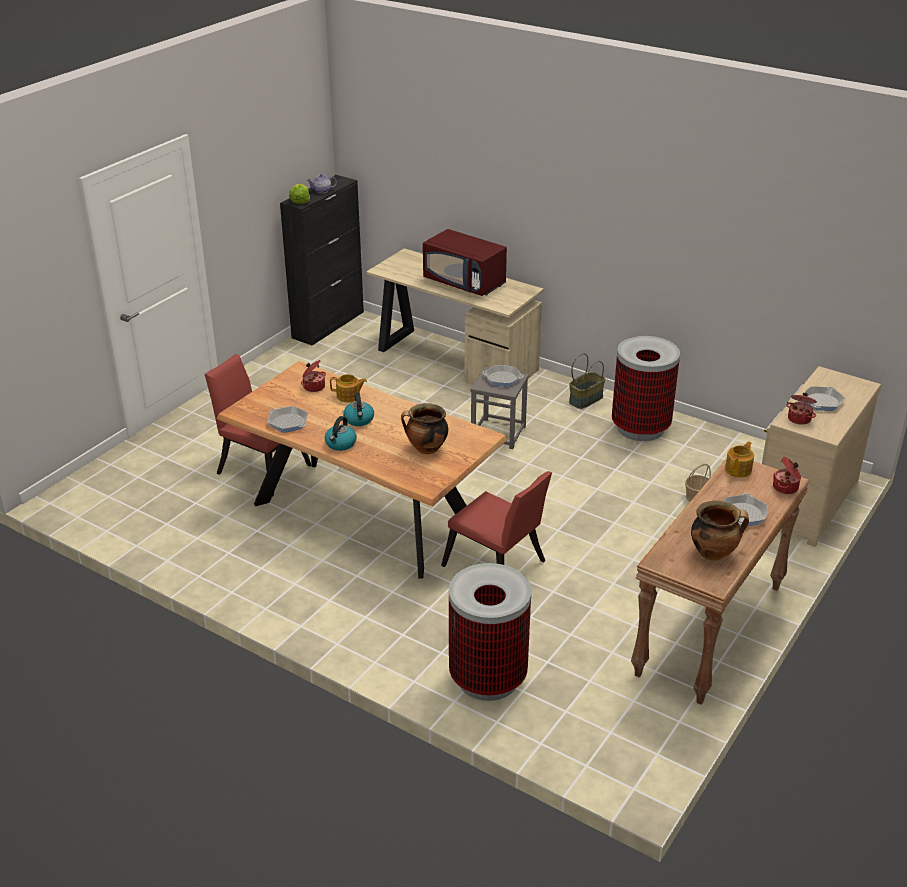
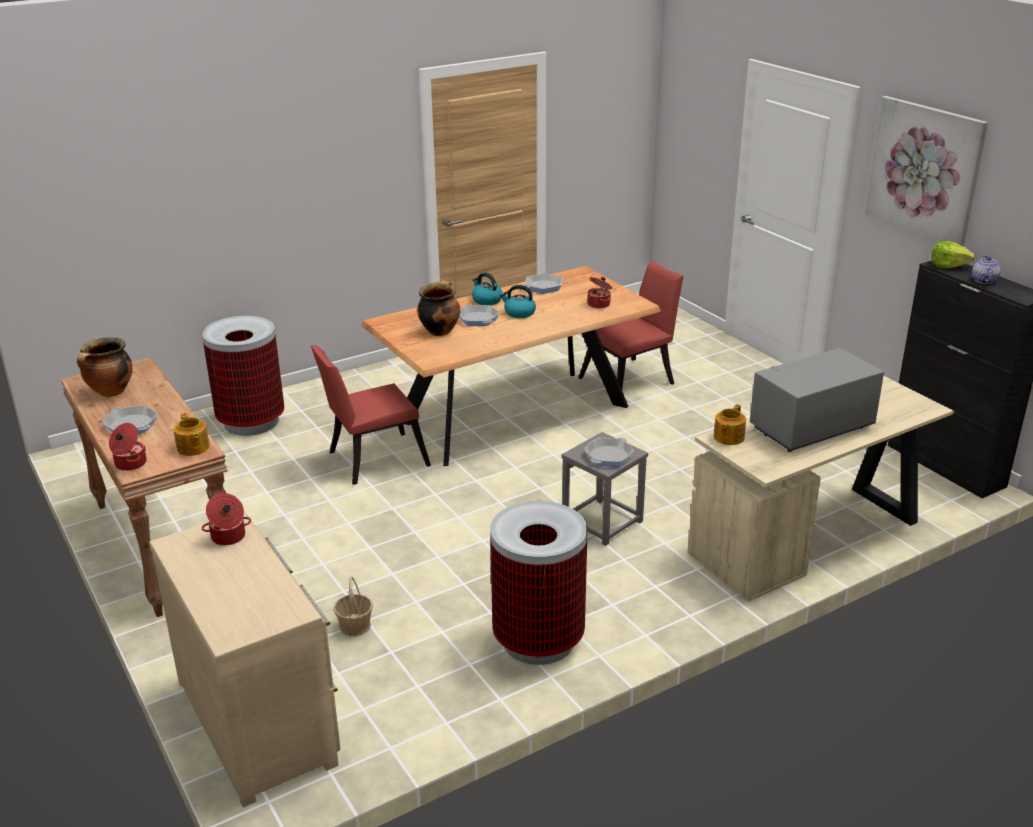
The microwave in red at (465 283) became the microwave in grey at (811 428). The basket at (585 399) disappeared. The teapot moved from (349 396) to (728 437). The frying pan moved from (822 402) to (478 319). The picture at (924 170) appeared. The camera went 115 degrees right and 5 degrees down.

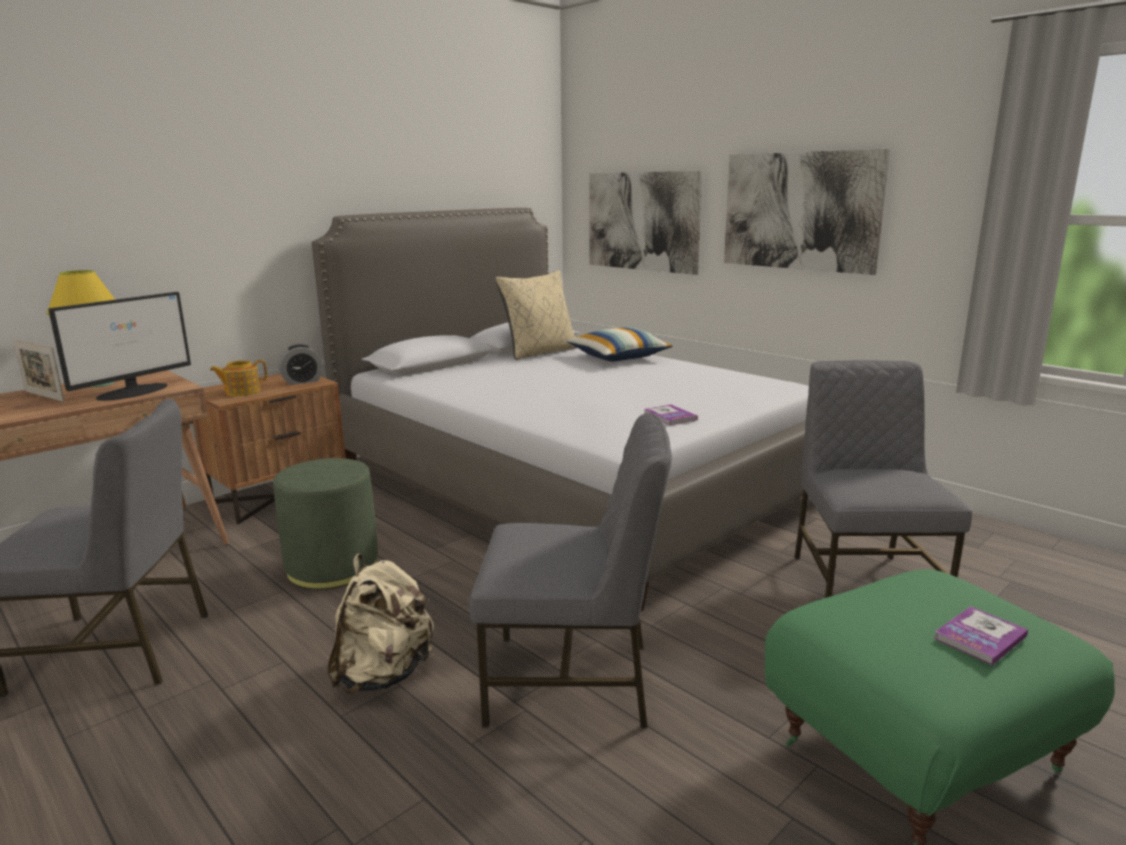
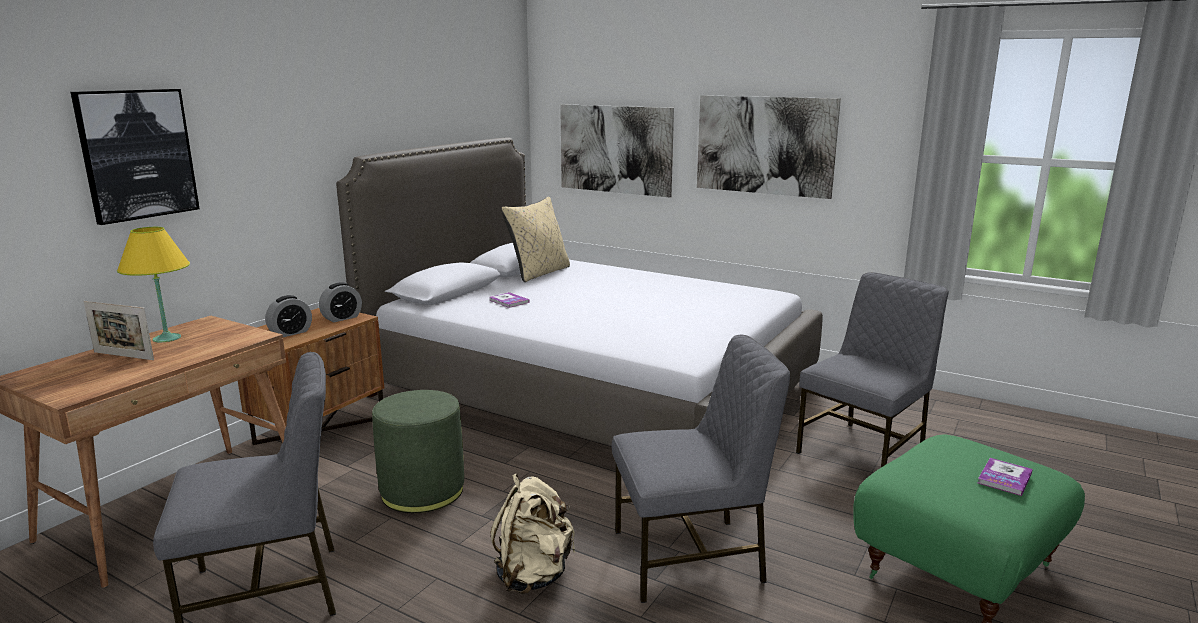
The monitor at (134 391) disappeared. The pillow at (618 357) disappeared. The teapot at (241 391) was replaced by the alarm clock at (290 333). The chair in grey at (862 584) turned 60 degrees clockwise. The book moved from (670 416) to (509 301). The picture at (137 154) appeared. The camera went 15 degrees left and 0 degrees up.

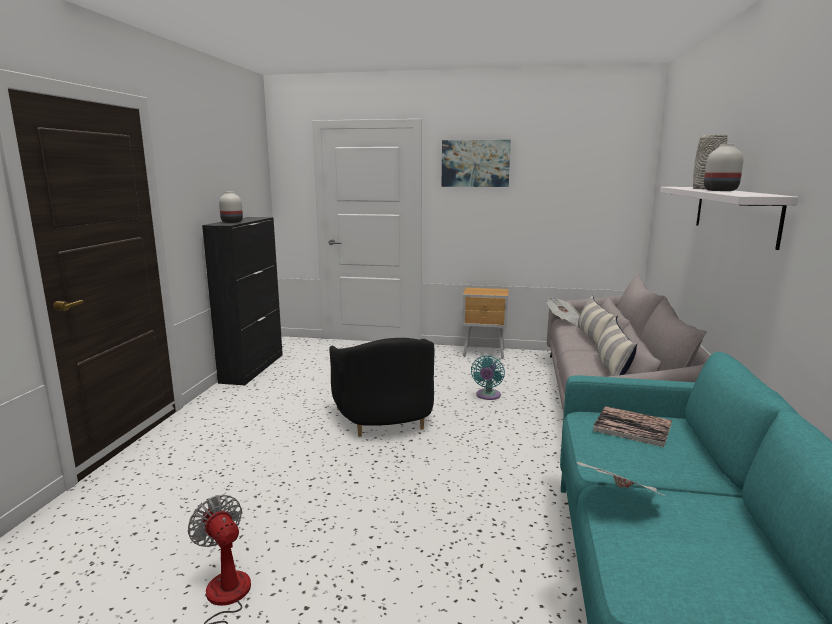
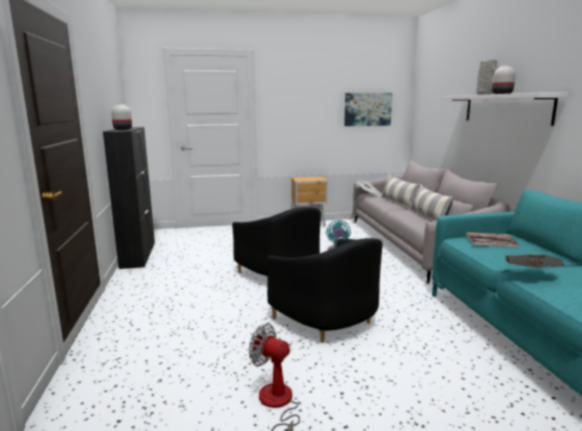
The picture moved from (475 163) to (367 109). The armchair in black at (328 320) appeared. The camera went 20 degrees left and 0 degrees up.

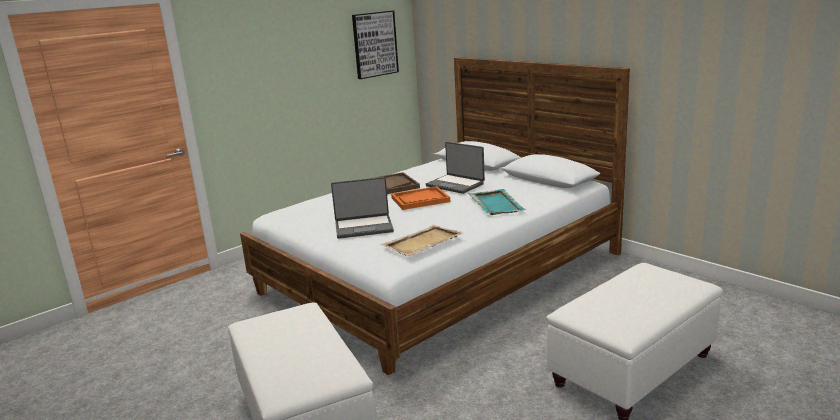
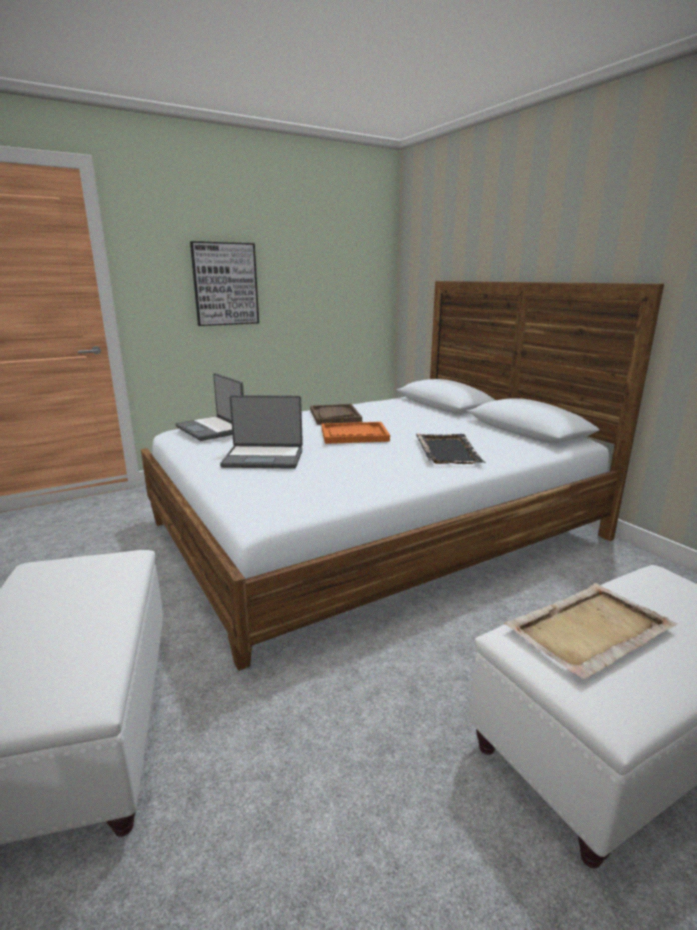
The picture moved from (374 44) to (225 284). The laptop moved from (456 184) to (211 429). The tray in turquoise at (496 204) became the tray in black at (447 451). The tray in beige moved from (421 243) to (588 631). The camera went 10 degrees right and 0 degrees up.

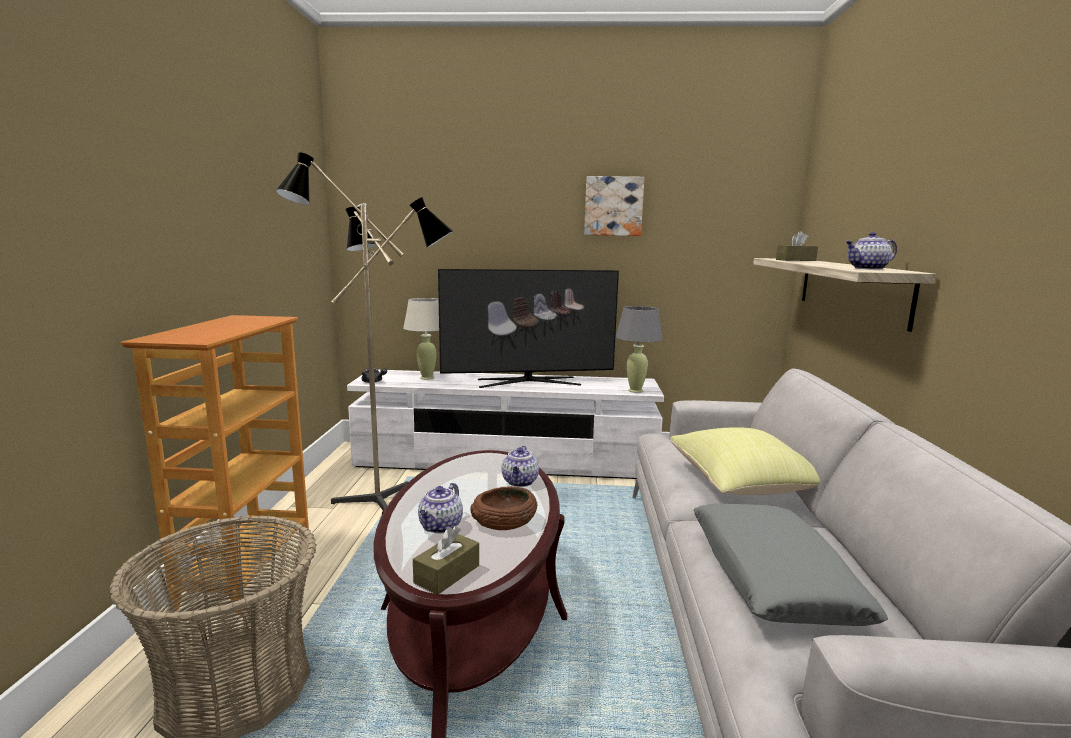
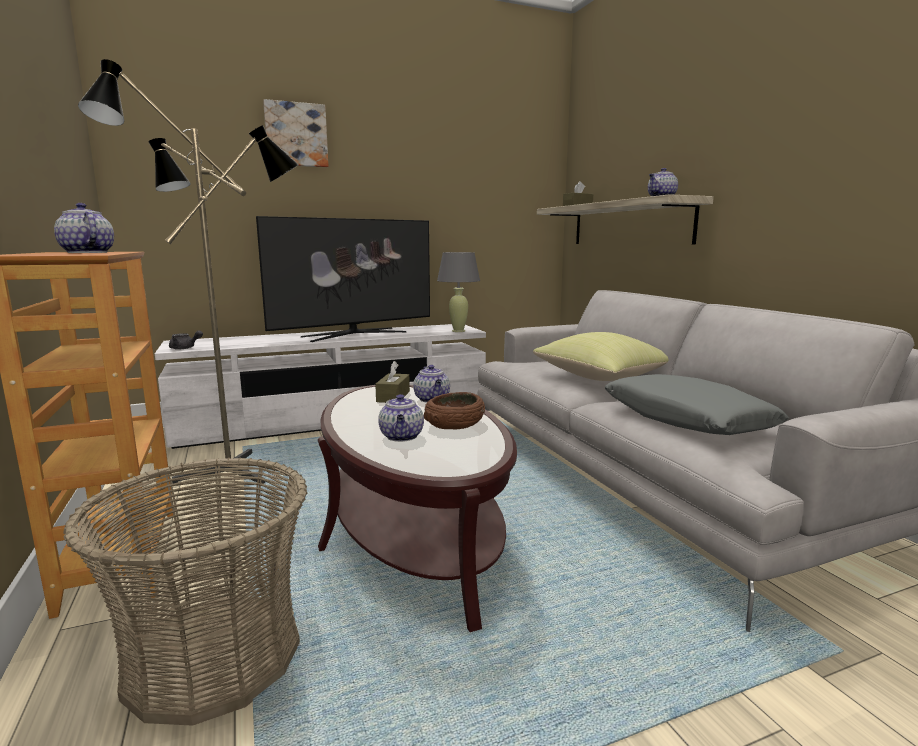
The picture moved from (613 206) to (296 135). The table lamp in beige at (427 378) disappeared. The tissue box in brown moved from (447 574) to (393 396). The teapot at (86 253) appeared. The camera went 25 degrees left and 0 degrees up.

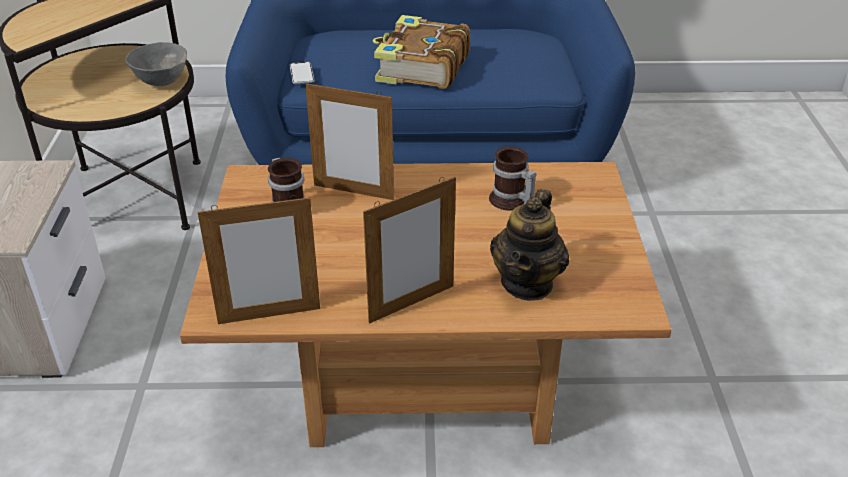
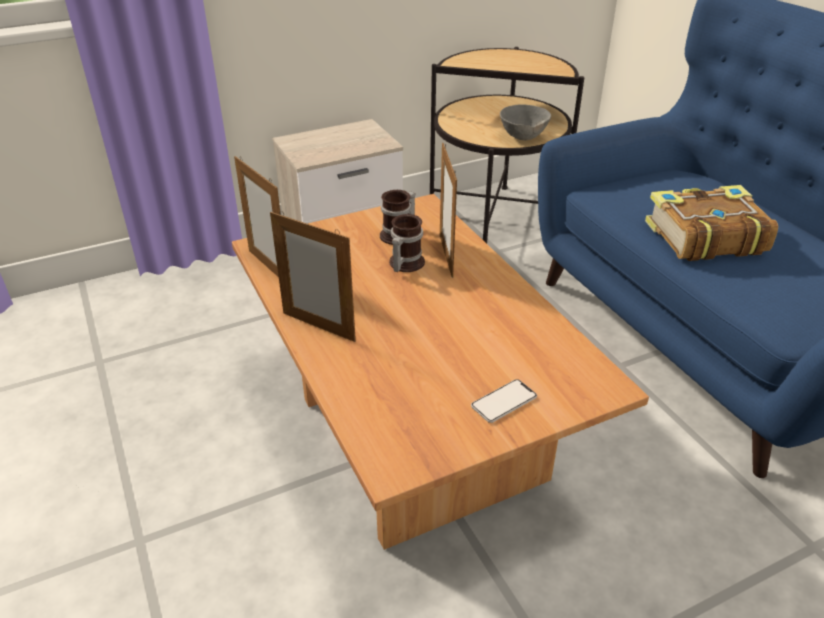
The phone moved from (301 74) to (504 402). The mug moved from (510 202) to (403 264). The teapot at (527 283) disappeared. The camera went 65 degrees right and 0 degrees up.

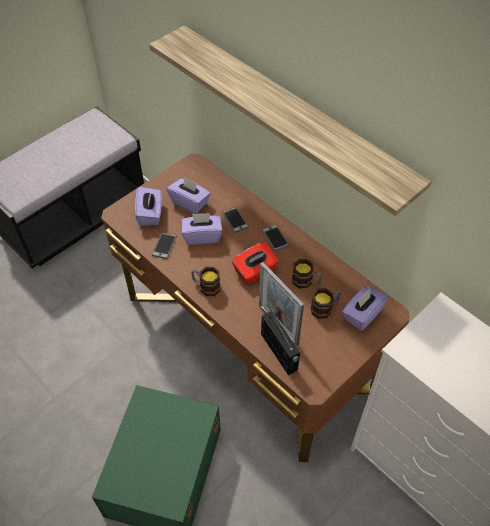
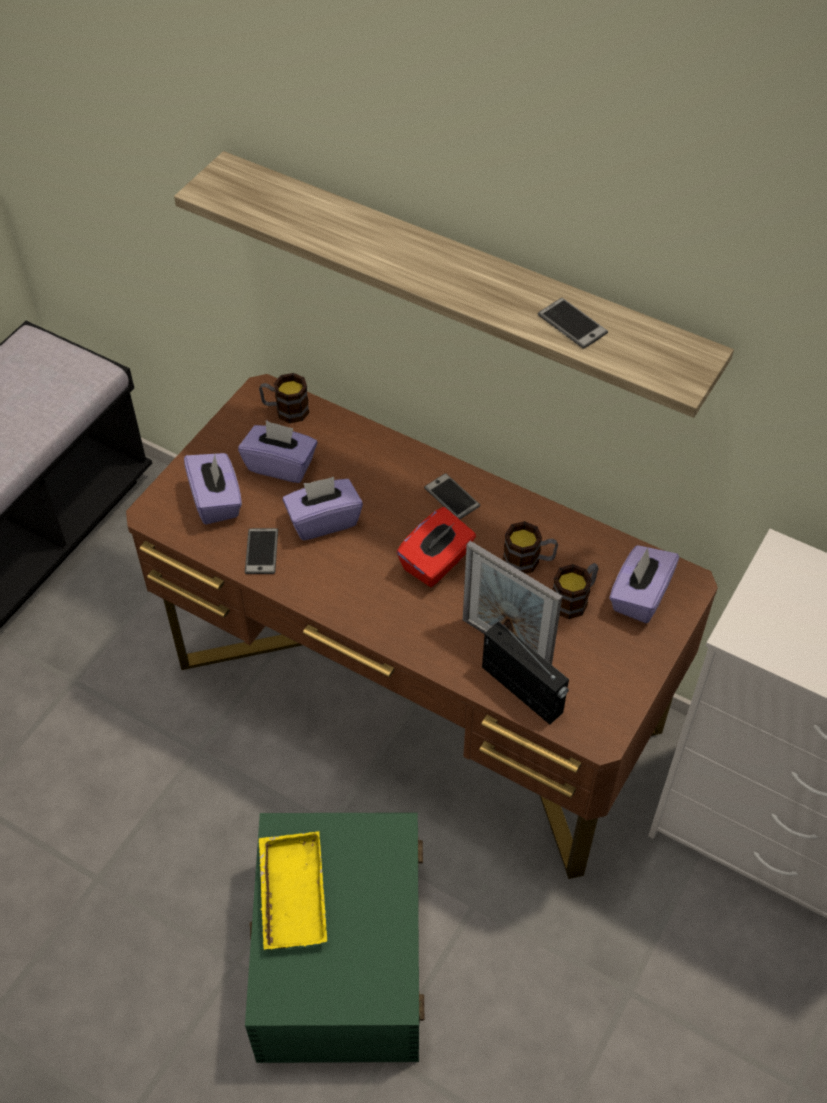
The phone moved from (235 220) to (572 324). The mug moved from (206 286) to (285 410). The tray in yellow at (289 894) appeared. The camera went 15 degrees left and 0 degrees up.

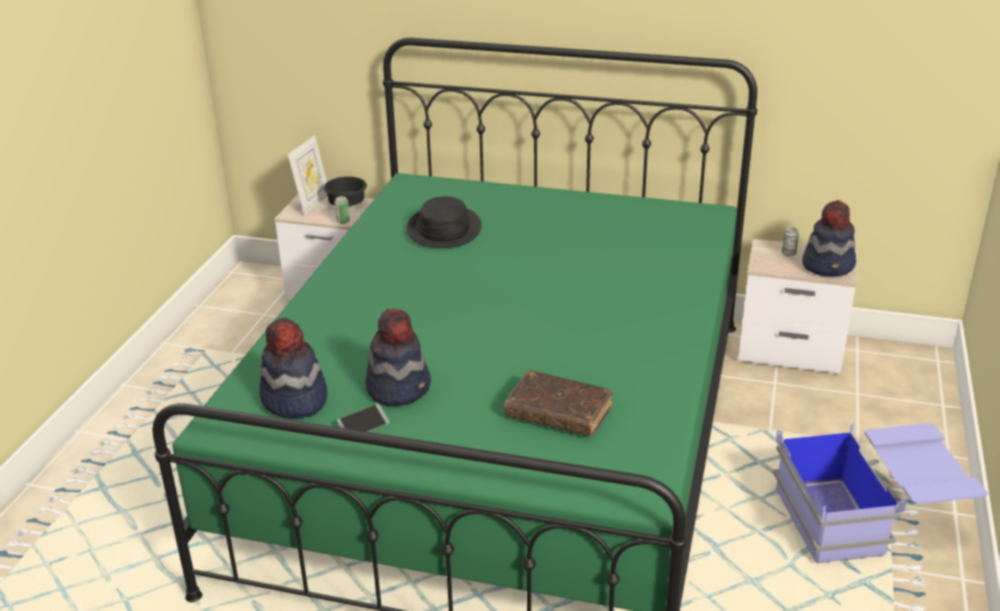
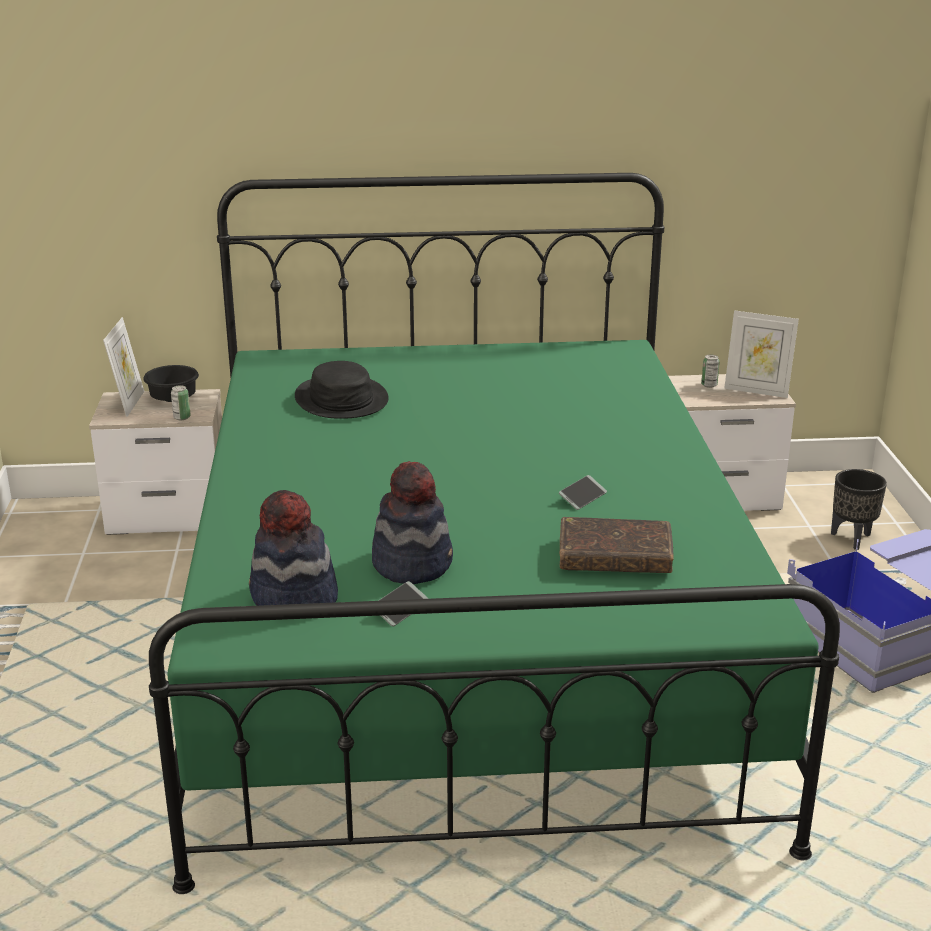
The hat at (828 265) was replaced by the picture frame at (757 390). The planter in black at (851 538) appeared. The phone at (582 497) appeared. The camera went 20 degrees left and 5 degrees down.

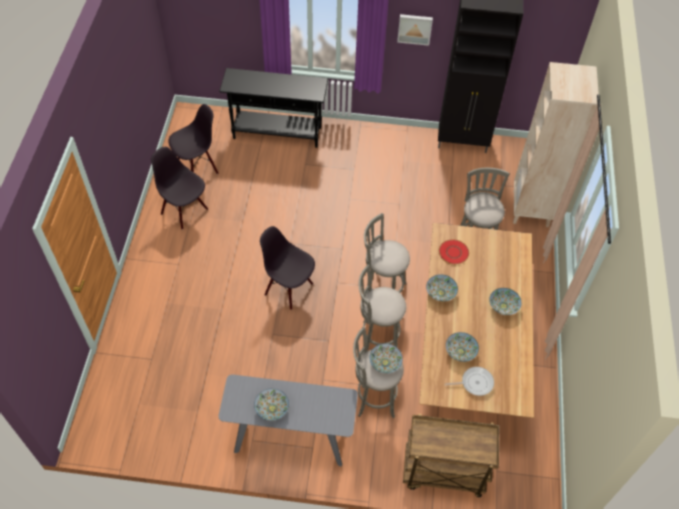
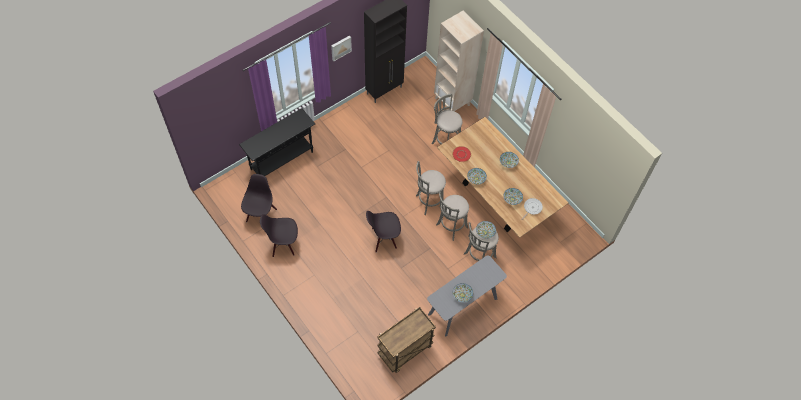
The cart in brown moved from (442 473) to (405 351). The camera went 45 degrees left and 5 degrees up.

